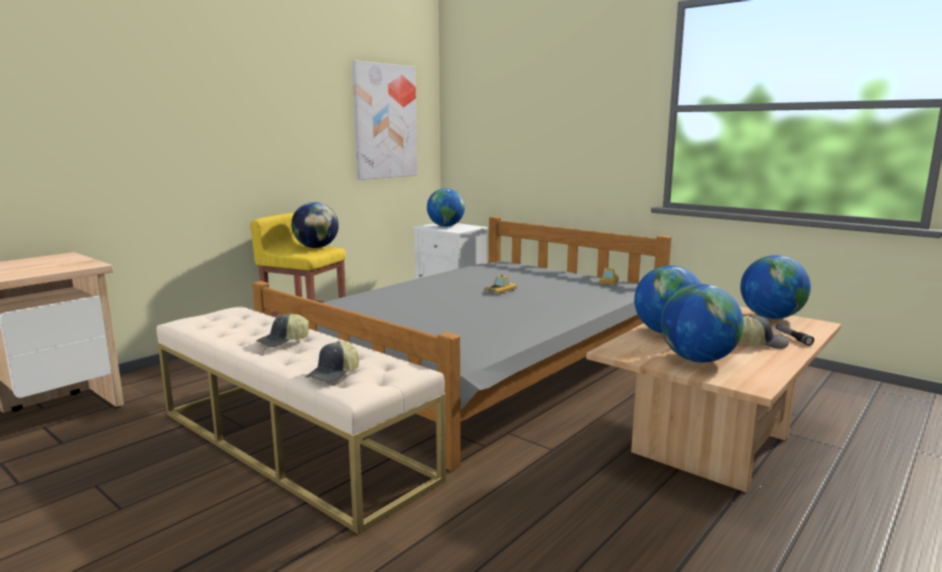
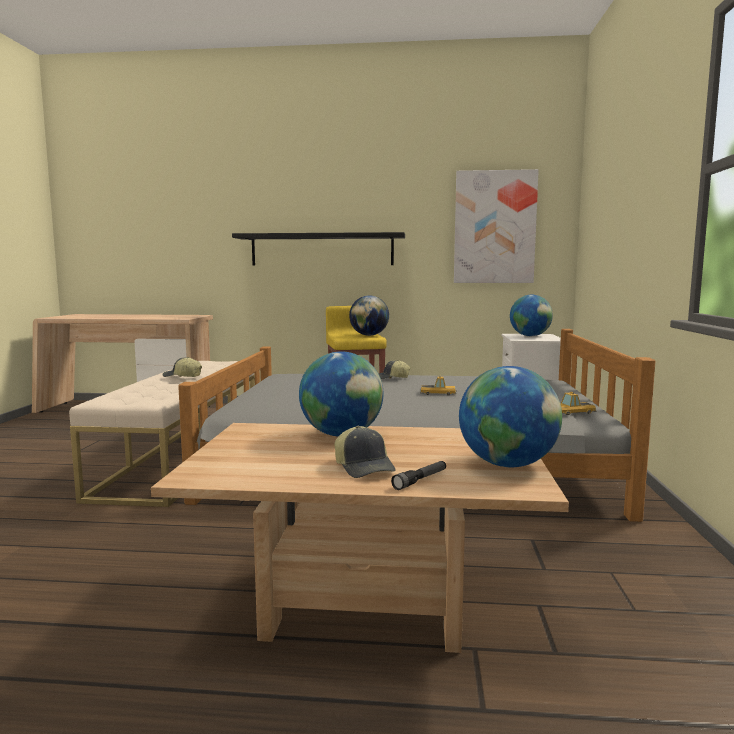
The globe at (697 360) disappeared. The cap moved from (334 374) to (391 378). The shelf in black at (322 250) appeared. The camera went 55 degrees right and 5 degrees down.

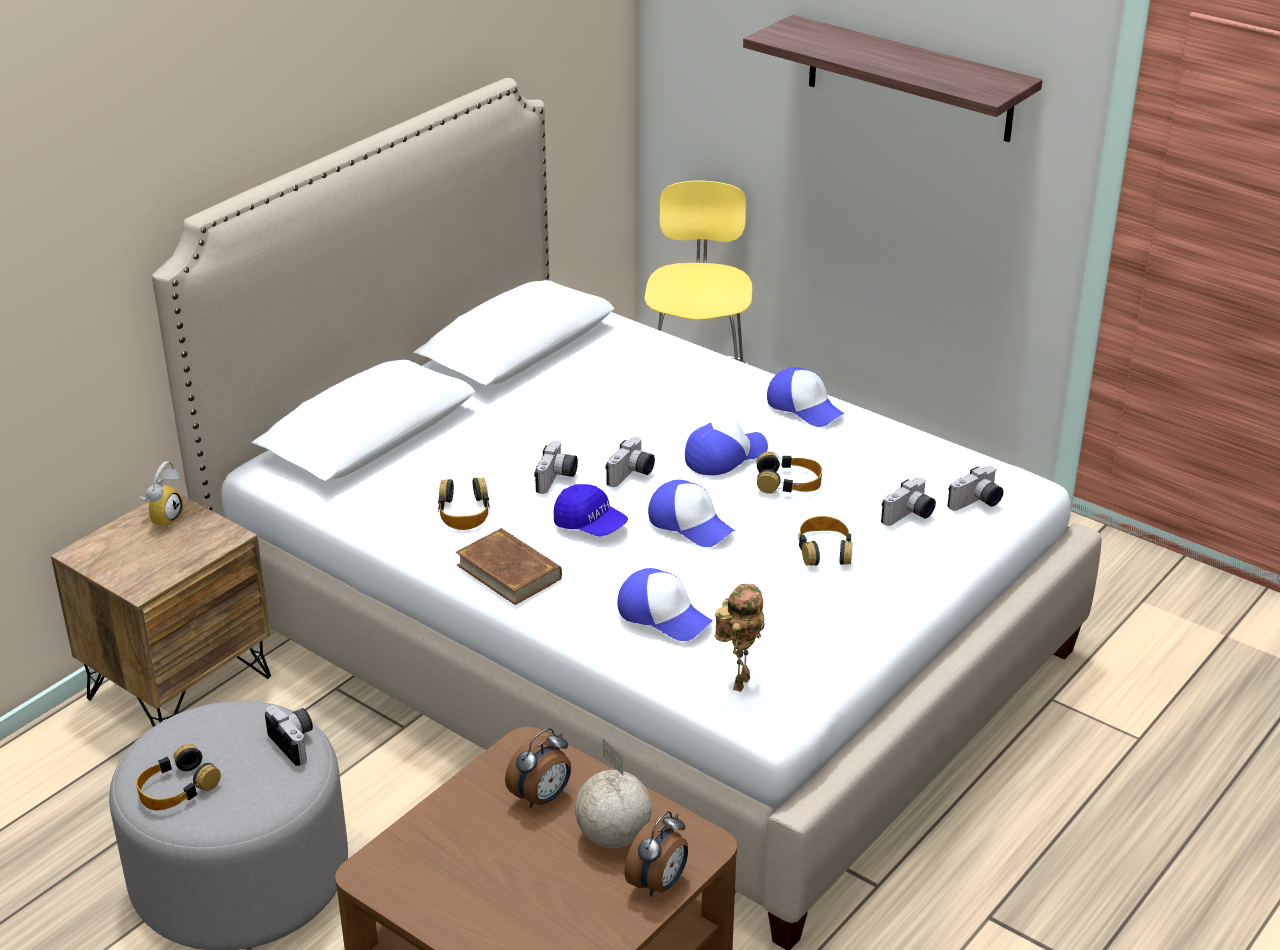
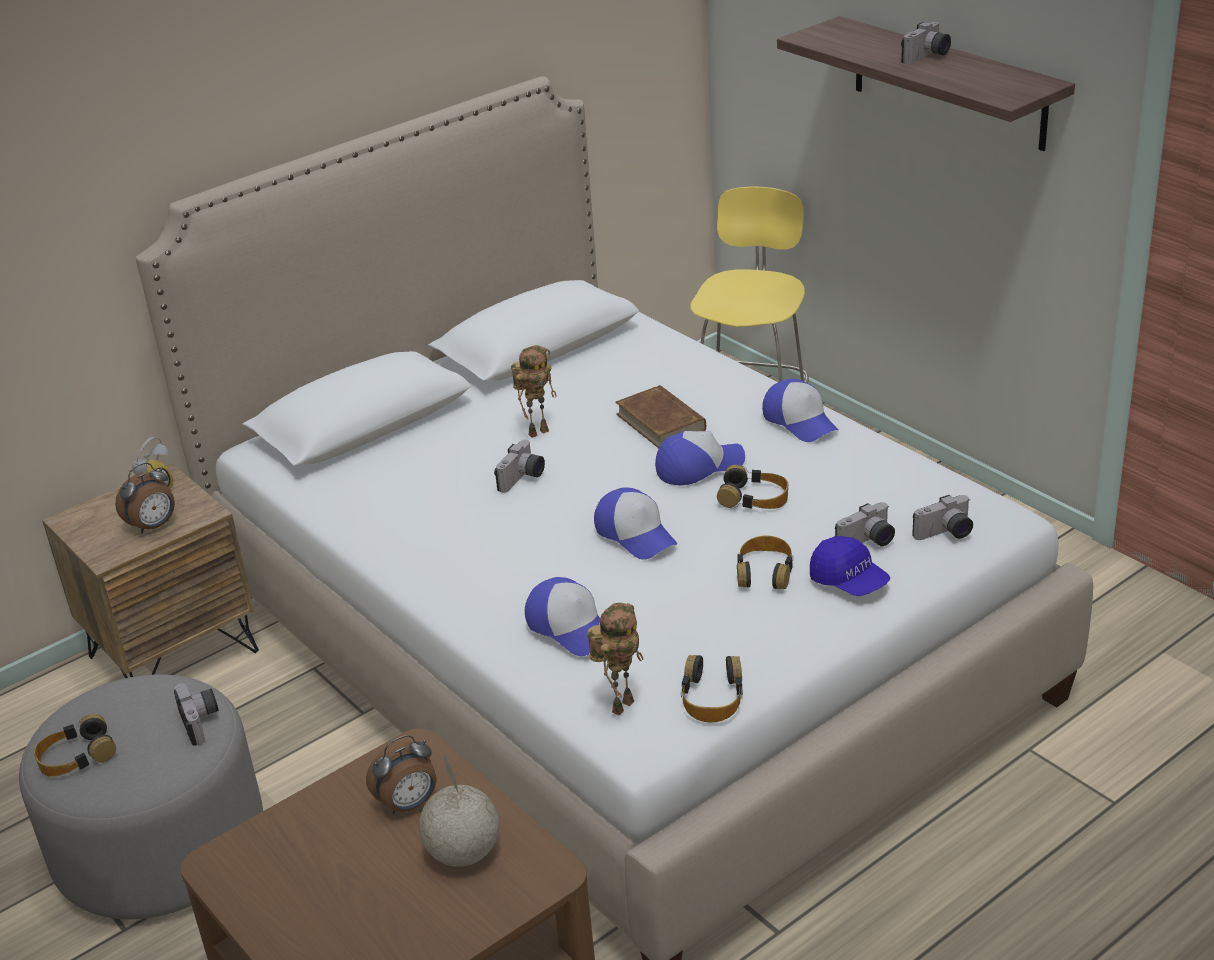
The photo camera moved from (632 475) to (927 57). The headphones moved from (464 511) to (712 697). The cap in blue moved from (590 525) to (849 581). The book in brown moved from (509 571) to (661 422). The alarm clock moved from (659 884) to (154 526). The toy robot at (538 431) appeared. The camera went 15 degrees right and 0 degrees up.

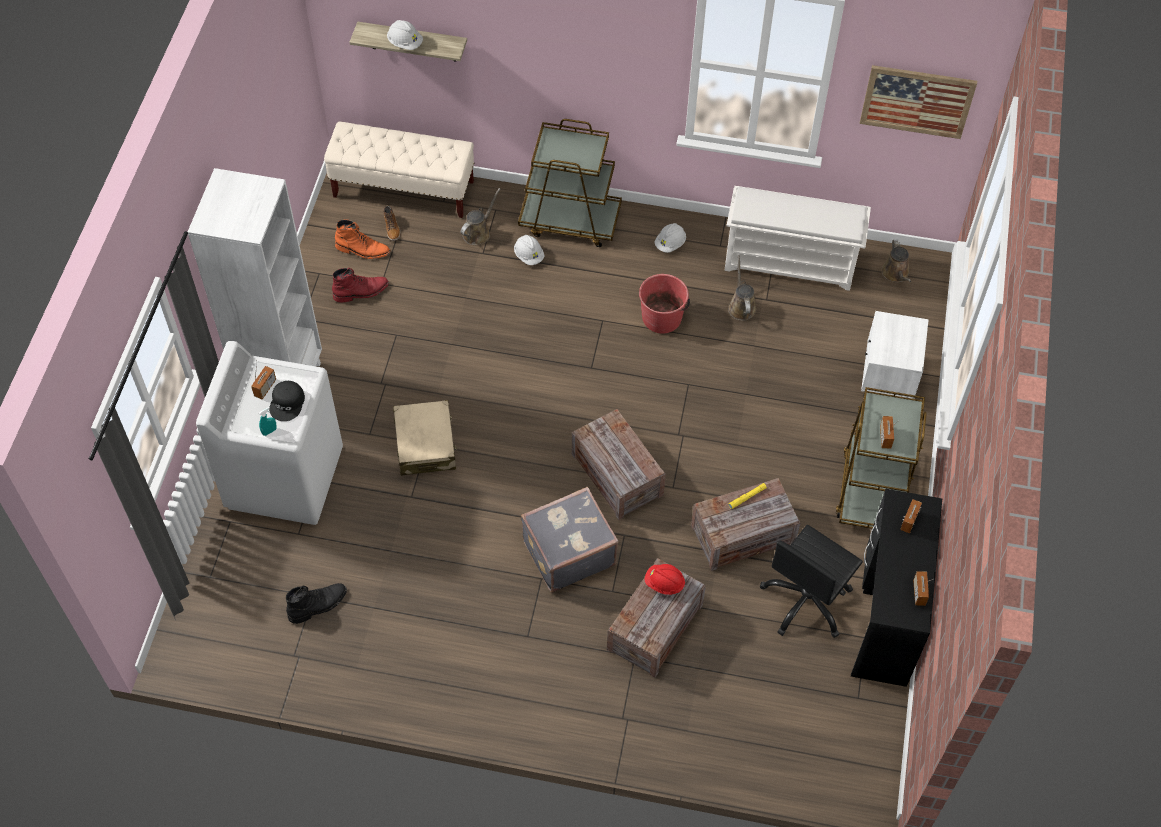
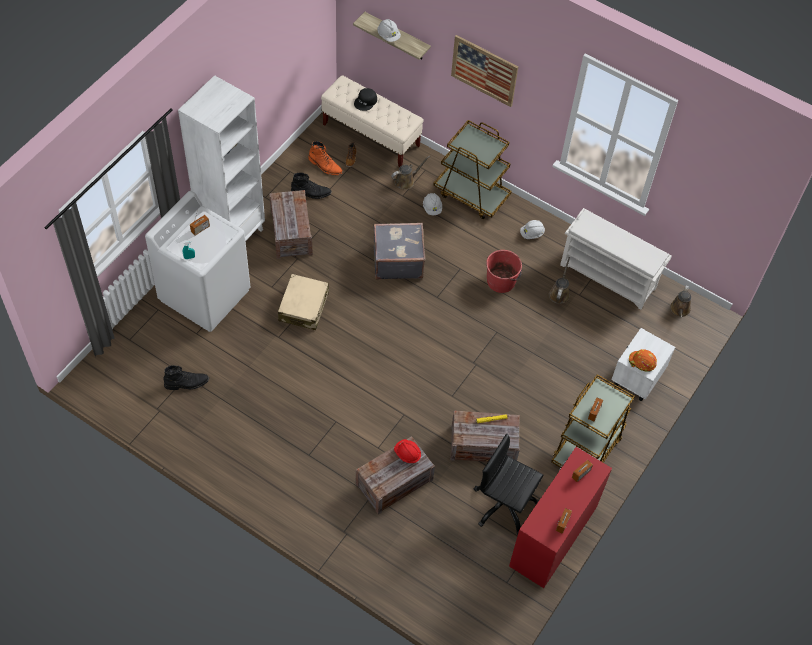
The picture moved from (917 101) to (484 70). The boot in red at (361 292) became the boot in black at (311 193). The cap in black moved from (287 403) to (366 101). The crate moved from (617 475) to (291 233). The suitcase in grey moved from (567 552) to (397 260). The desk in black at (886 616) became the desk in red at (553 536). The office chair in black at (806 601) turned 60 degrees clockwise. The hard hat in orange at (641 362) appeared. The camera went 20 degrees right and 0 degrees up.

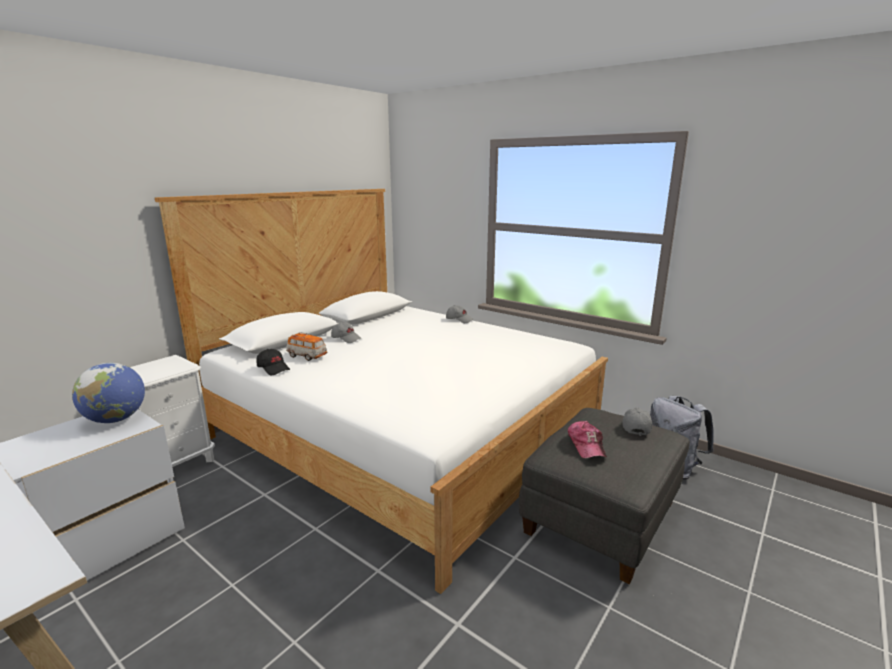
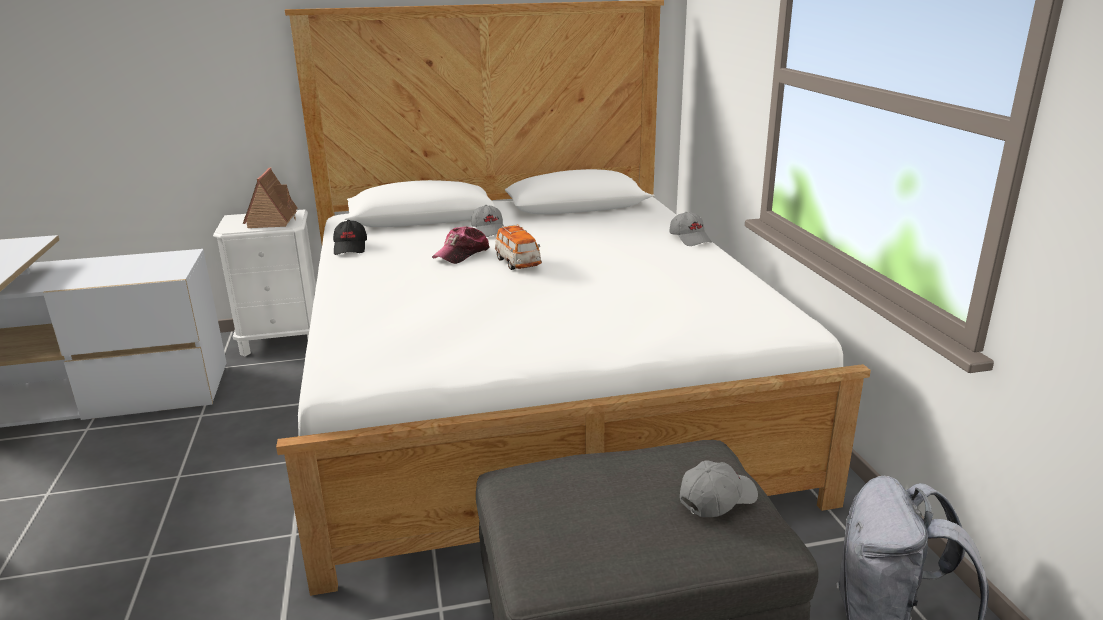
The toy car moved from (307 356) to (518 263). The globe at (116 419) disappeared. The cap moved from (586 445) to (462 254). The toy house at (272 220) appeared. The camera went 40 degrees right and 5 degrees up.

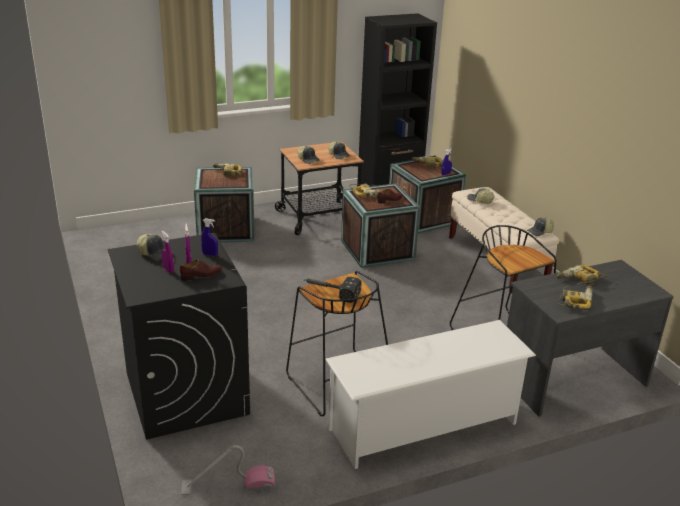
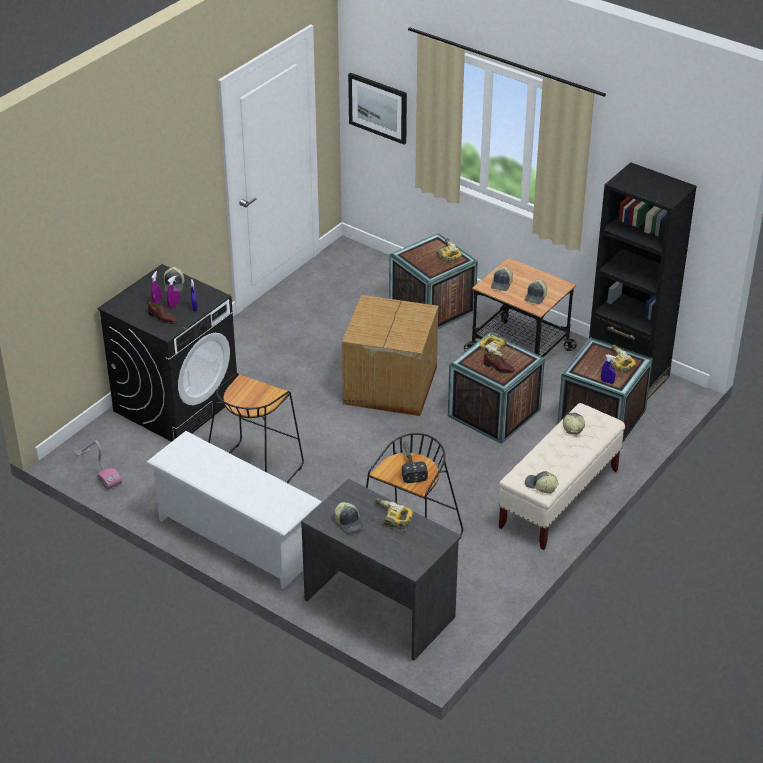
The hammer moved from (330 292) to (410 464). The power drill at (574 300) was replaced by the cap at (349 522). The picture at (378 107) appeared. The cardboard box at (388 386) appeared. The camera went 60 degrees right and 10 degrees up.

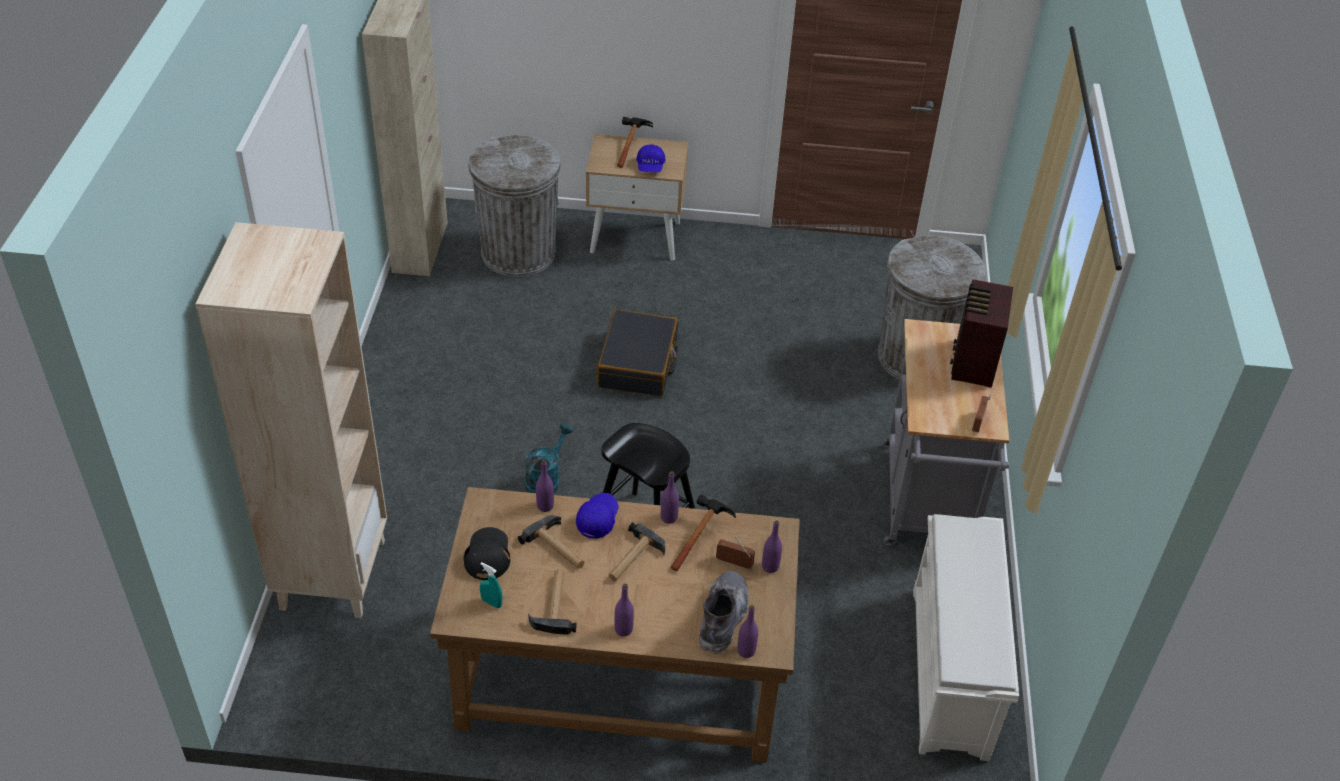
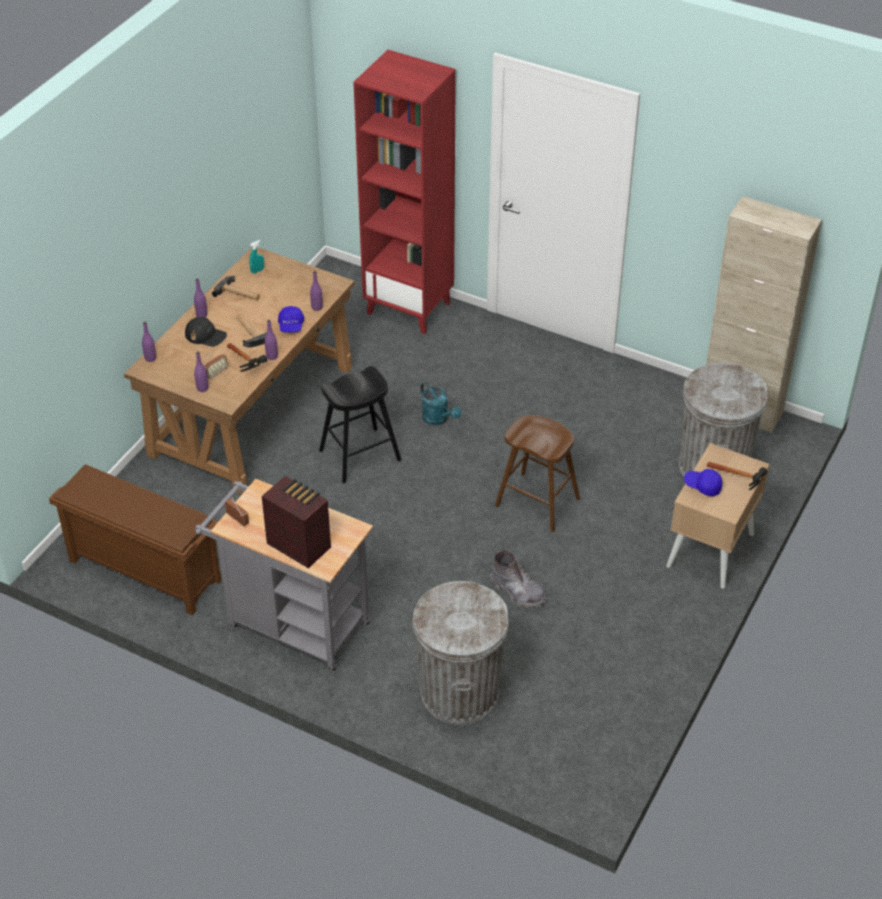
The bookcase in beige at (332 573) became the bookcase in red at (409 308). The suitcase in black at (638 364) was replaced by the stool in brown at (537 502). The cap in blue at (597 519) turned 45 degrees clockwise. The shoe rack in white at (951 673) became the shoe rack in brown at (143 571). The hammer at (558 548) disappeared. The cap in black moved from (487 555) to (206 335). The boot in grey moved from (723 618) to (517 591). The camera went 115 degrees right and 0 degrees up.

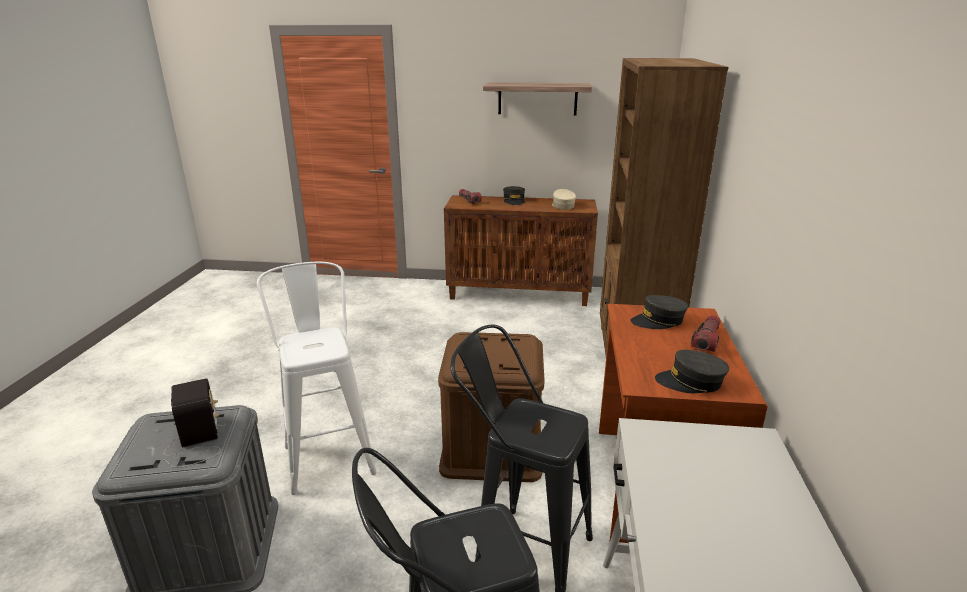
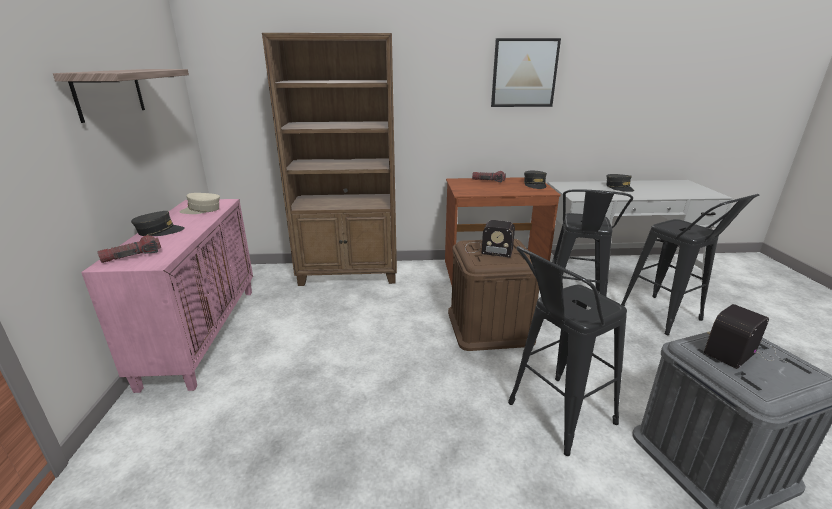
The cabinet in brown at (519 293) became the cabinet in pink at (202 333). The stool in white at (328 453) became the stool in black at (553 417). The cap in grey moved from (658 321) to (619 187). The picture at (524 73) appeared. The radio at (486 249) appeared. The camera went 100 degrees left and 0 degrees up.

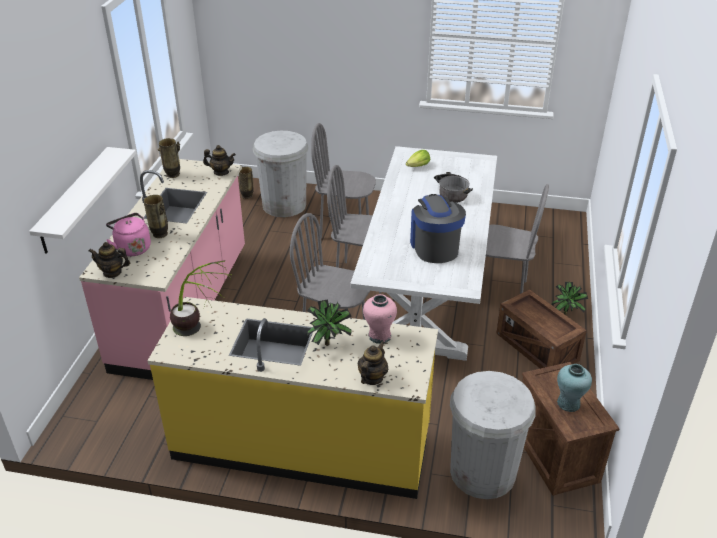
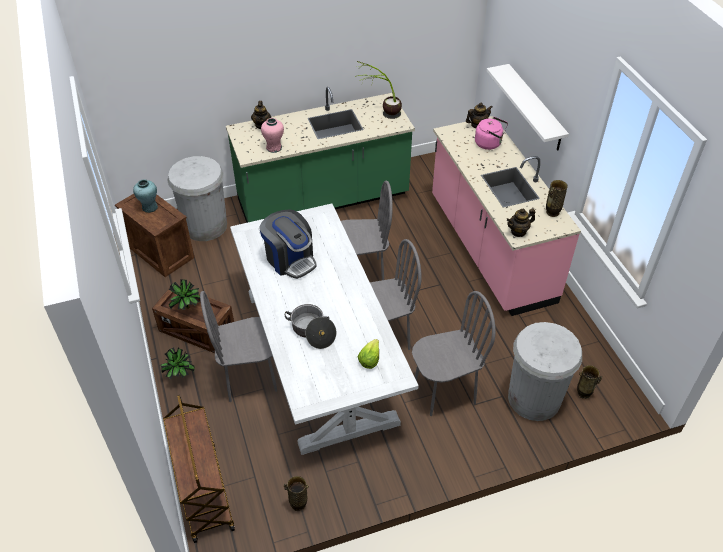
The vase moved from (160 234) to (298 504). The counter in yellow at (302 443) became the counter in green at (323 199). The potted plant moved from (329 342) to (187 309). The cart in brown at (203 492) appeared. The camera went 150 degrees right and 10 degrees up.

